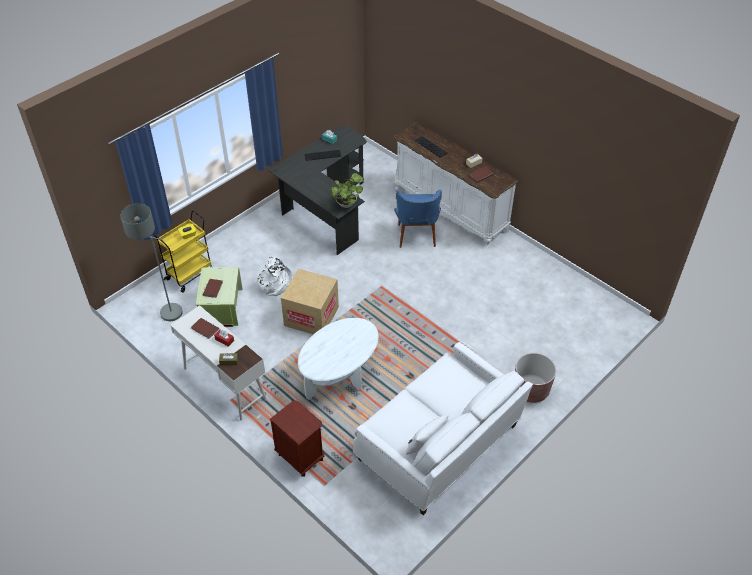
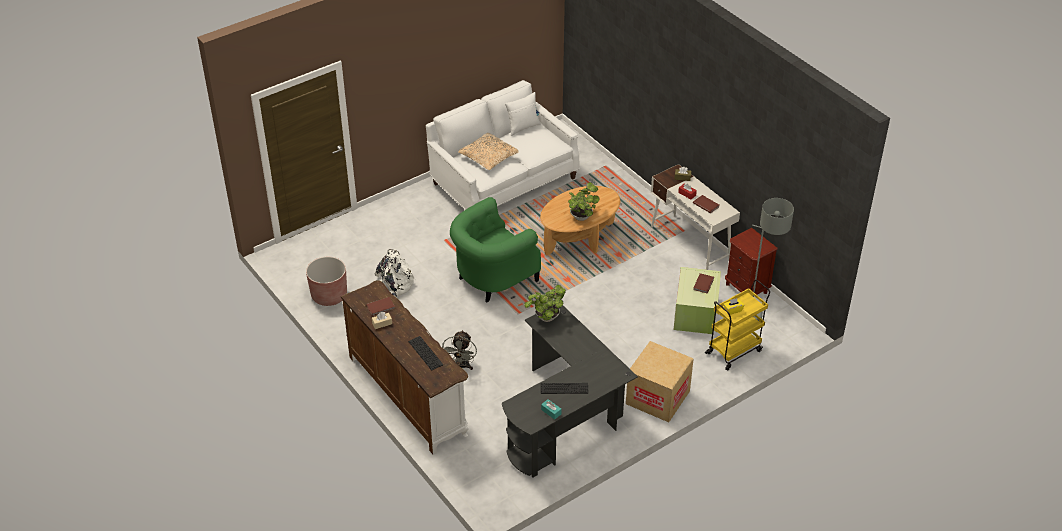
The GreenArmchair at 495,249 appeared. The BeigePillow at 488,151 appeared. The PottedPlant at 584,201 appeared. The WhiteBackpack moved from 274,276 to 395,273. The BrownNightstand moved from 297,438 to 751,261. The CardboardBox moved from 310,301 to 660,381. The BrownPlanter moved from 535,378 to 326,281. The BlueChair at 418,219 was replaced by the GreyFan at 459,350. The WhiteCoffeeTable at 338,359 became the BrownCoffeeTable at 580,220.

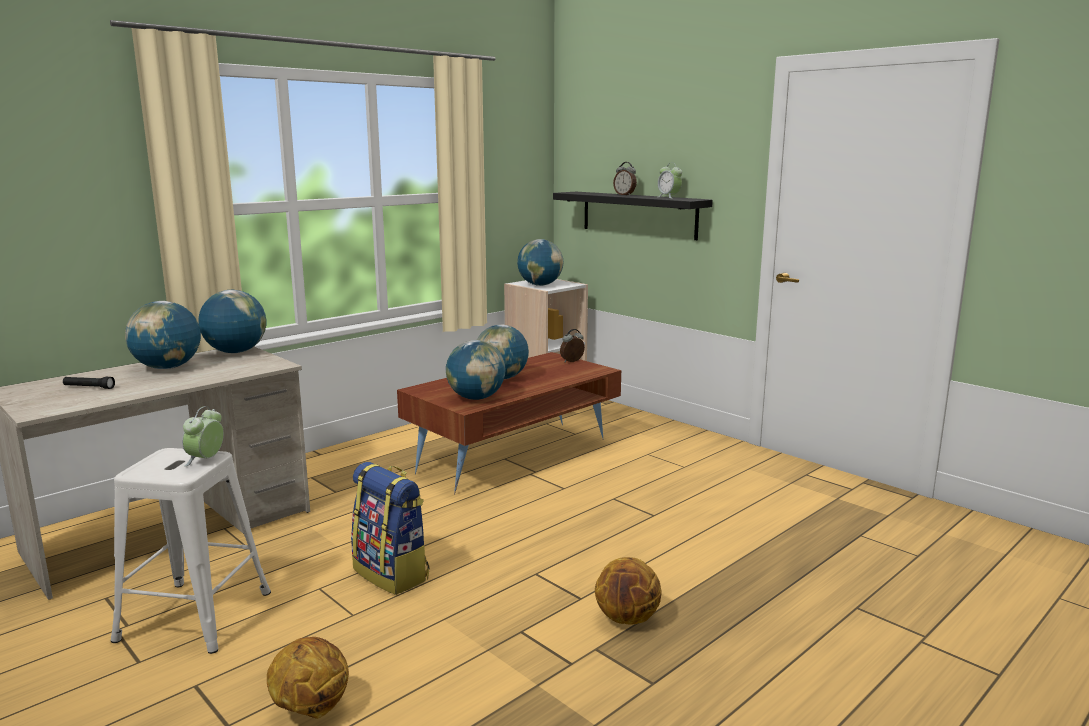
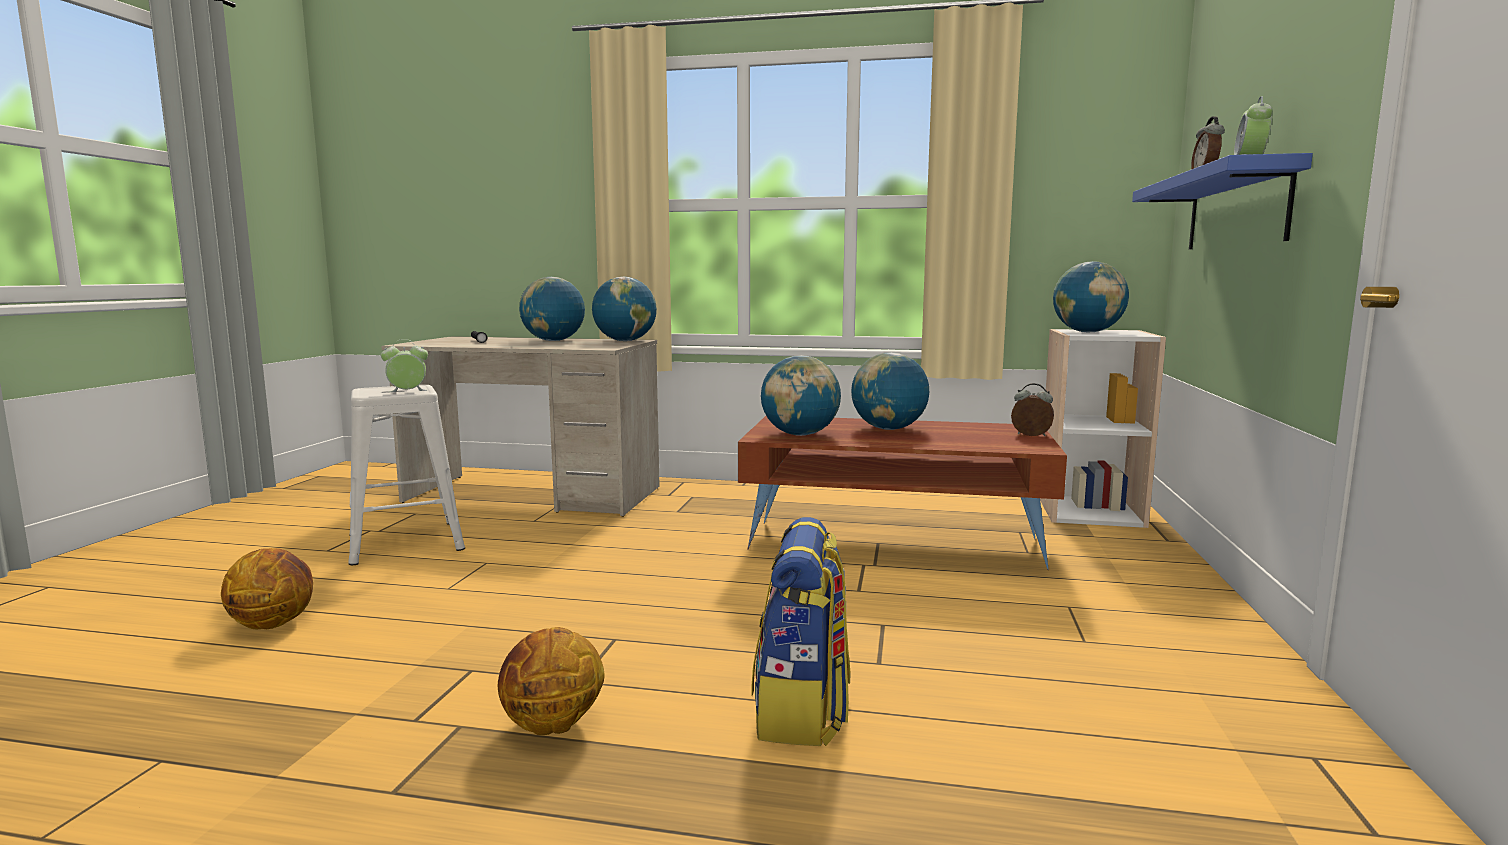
The Backpack moved from 390,528 to 801,631. The BlackShelf at 633,216 became the BlueShelf at 1222,201.

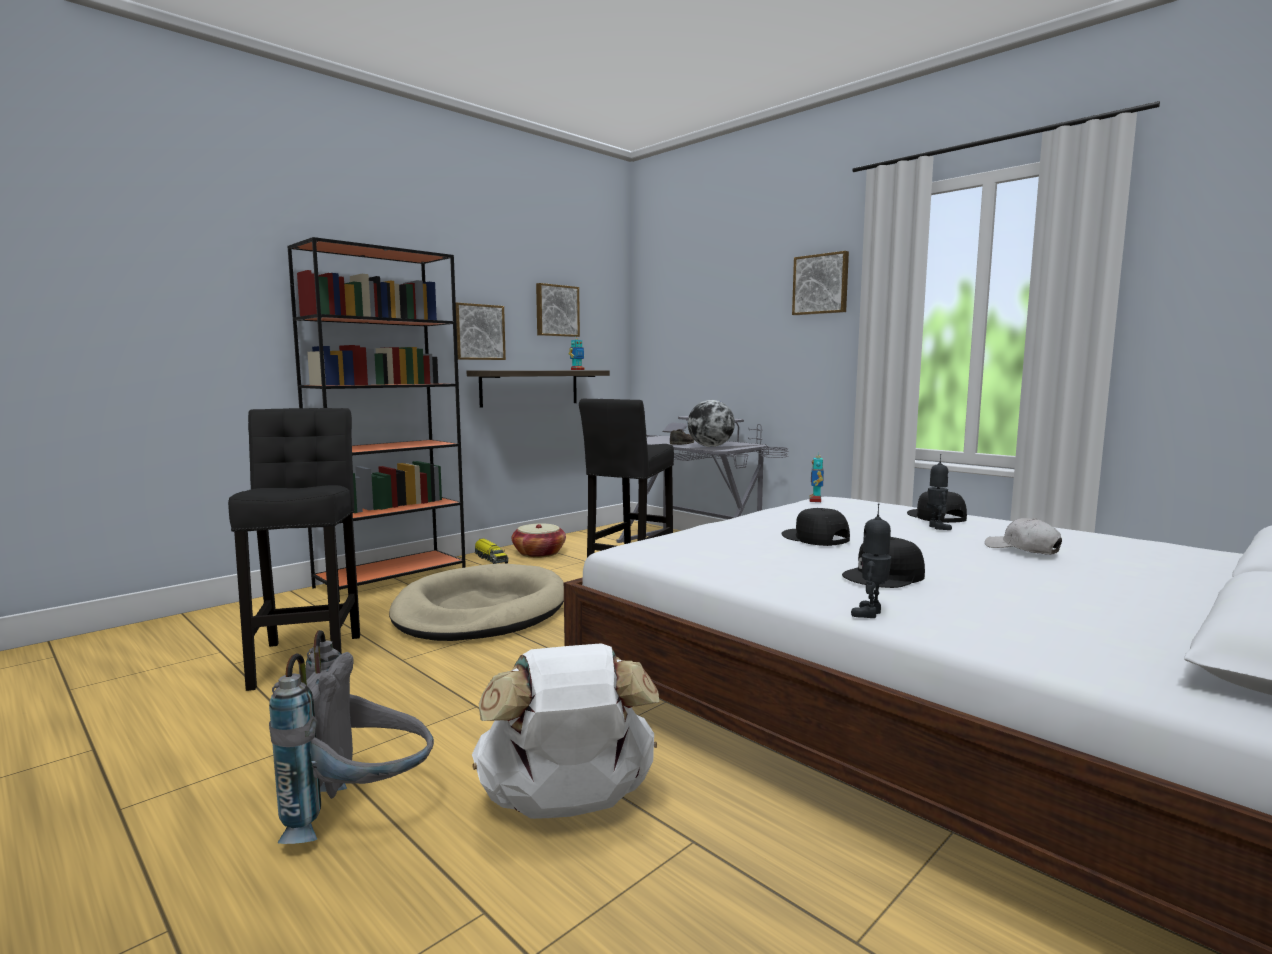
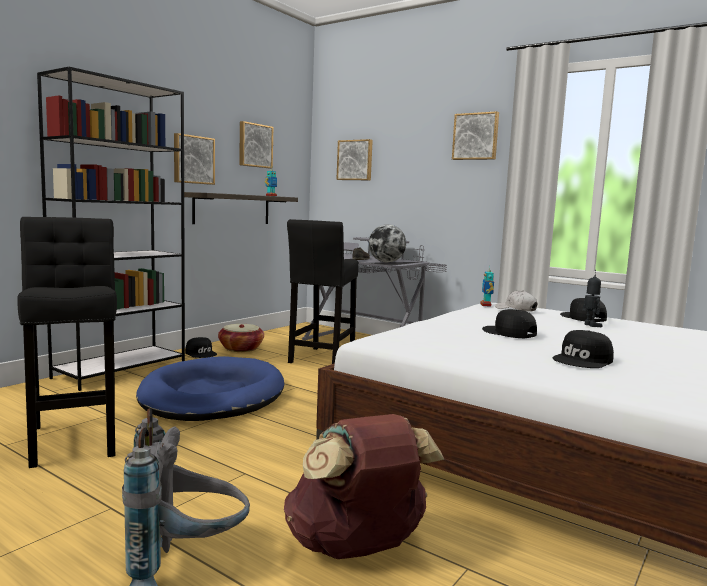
The ToyRobot at 871,560 disappeared. The Picture at 354,159 appeared. The WhiteCap moved from 1023,536 to 516,301. The ToyTruck at 492,551 was replaced by the BlackCap at 201,347. The OrangeBookcase at 376,419 became the WhiteBookcase at 111,229. The BeigeDogBed at 476,602 became the BlueDogBed at 210,388. The WhiteBackpack at 565,731 became the BrownBackpack at 364,486.

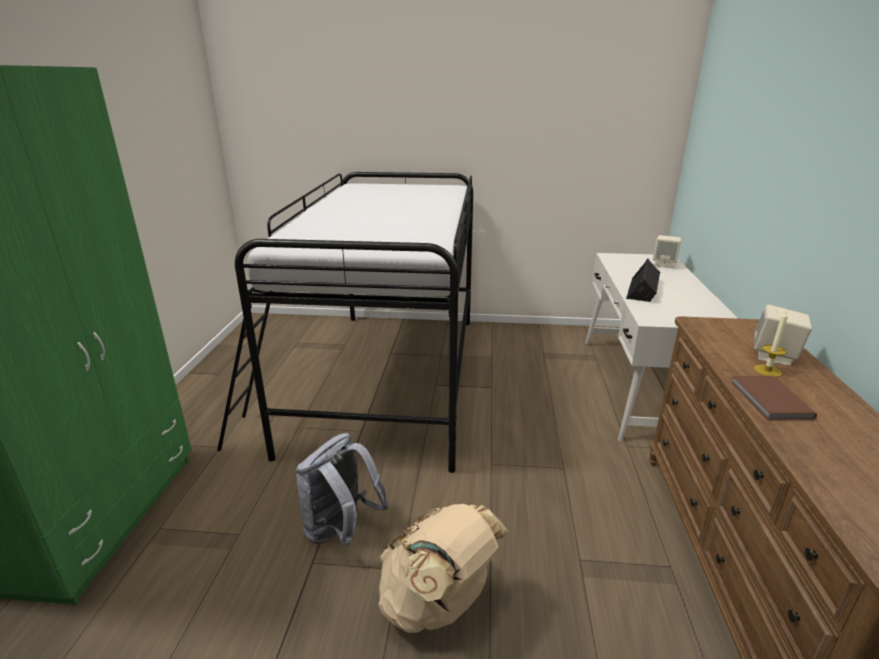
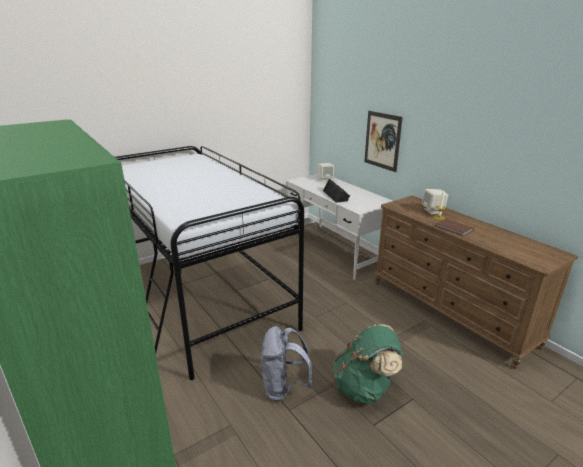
The Picture at 383,141 appeared. The BeigeBackpack at 444,568 became the GreenBackpack at 368,363.

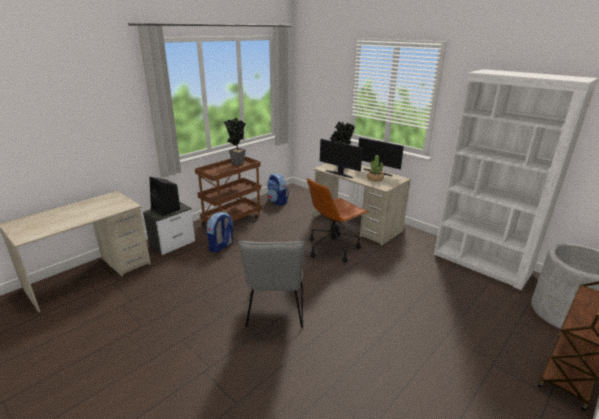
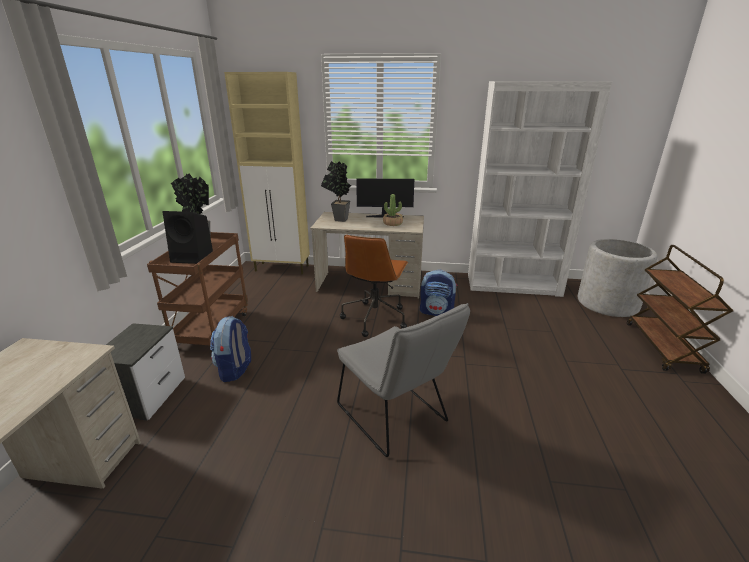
The Monitor at 341,158 disappeared. The BeigeCabinet at 267,173 appeared. The BlackSpeaker moved from 164,196 to 188,237. The Backpack moved from 278,189 to 438,293.

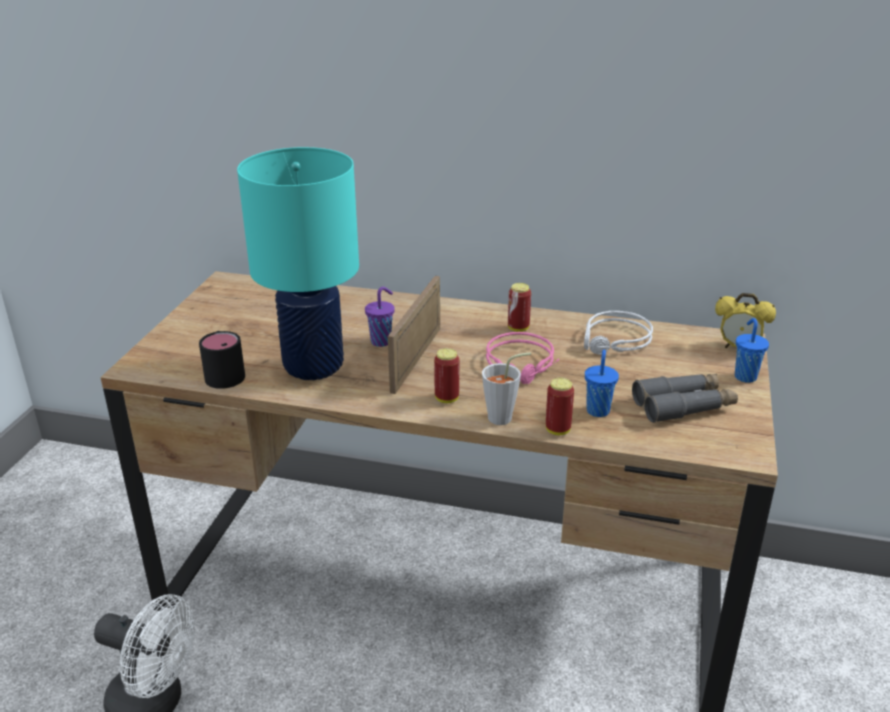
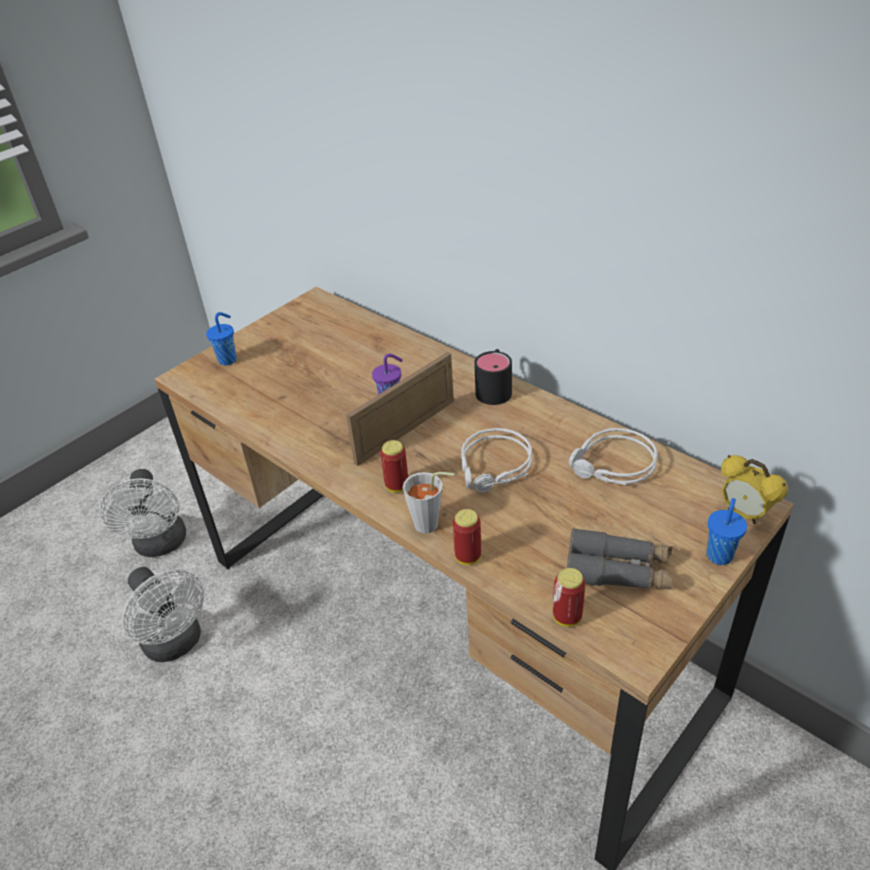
The TurquoiseTableLamp at 298,263 disappeared. The WhiteFan at 143,513 appeared. The BlackMug moved from 222,360 to 493,377. The Can moved from 519,307 to 569,597. The BlueCup moved from 602,383 to 221,338. The PinkHeadphones at 522,358 became the GreyHeadphones at 496,460.

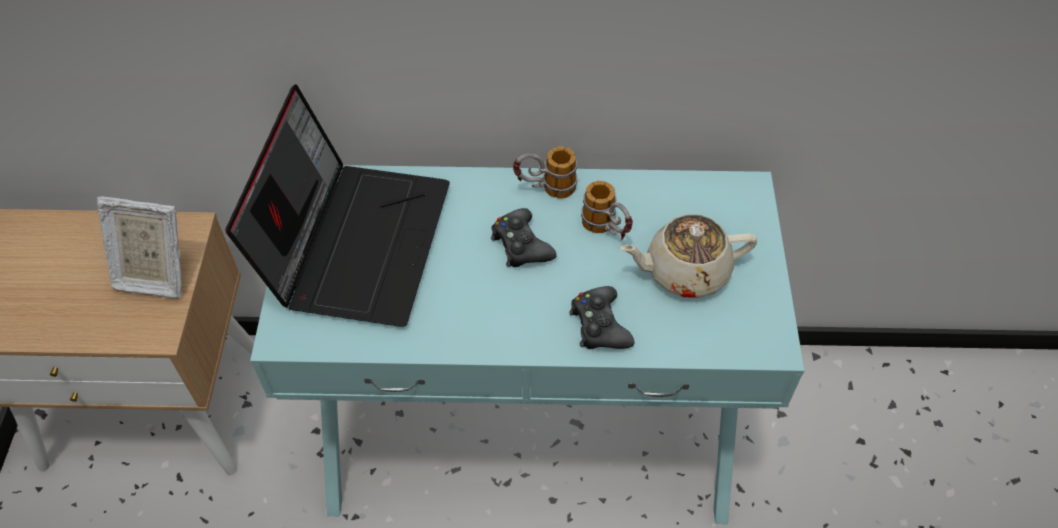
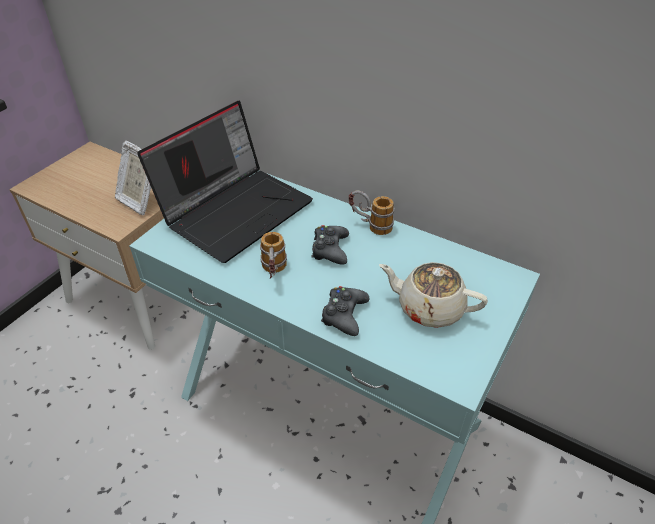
The Mug moved from 607,210 to 273,255.

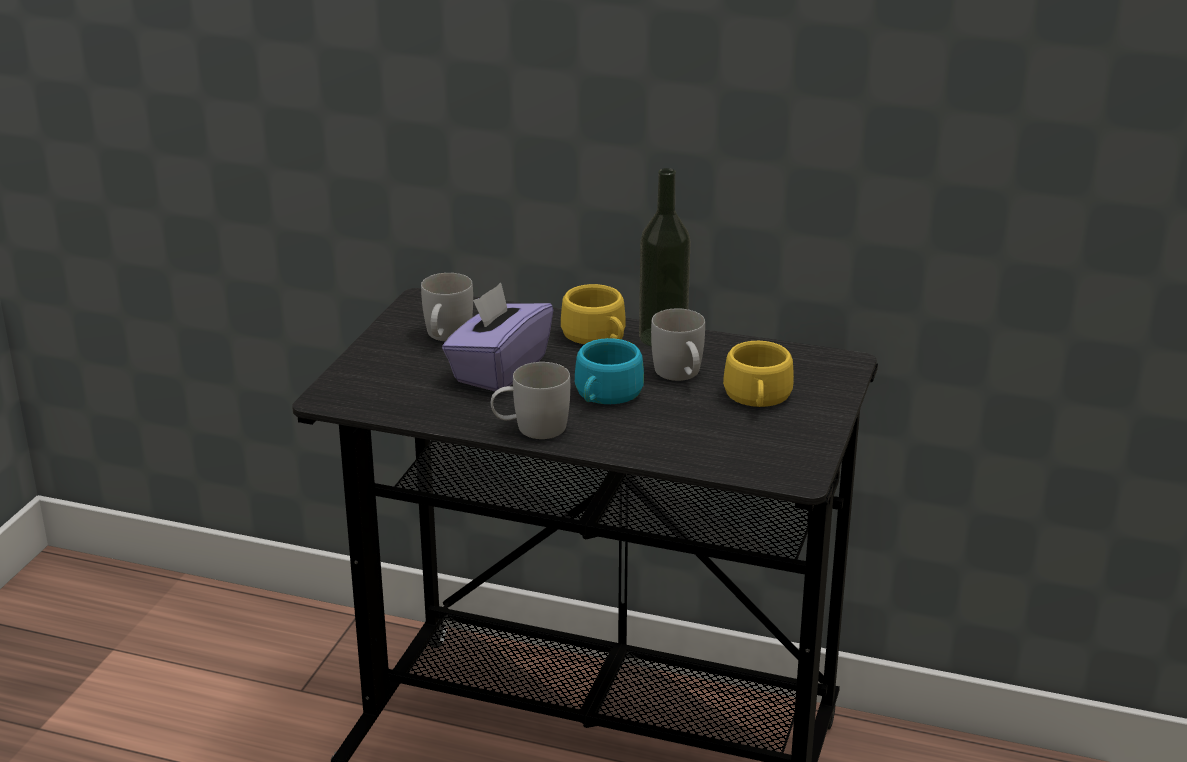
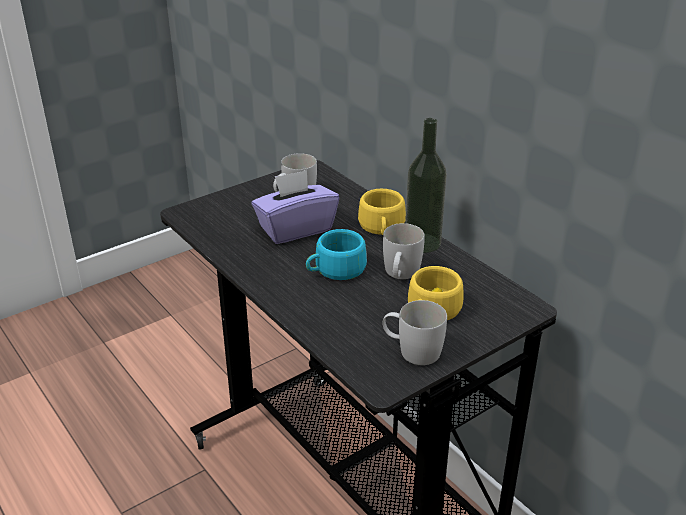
The WhiteMug moved from 530,400 to 414,332.

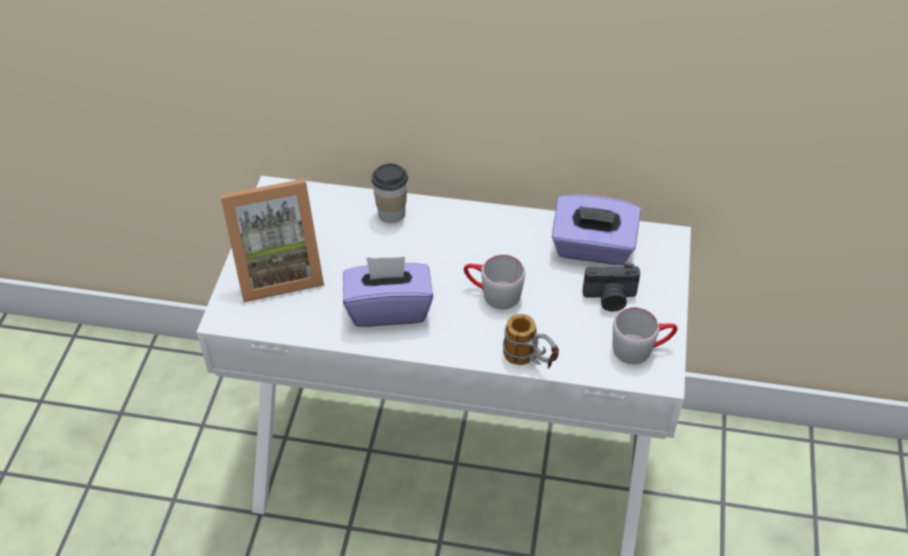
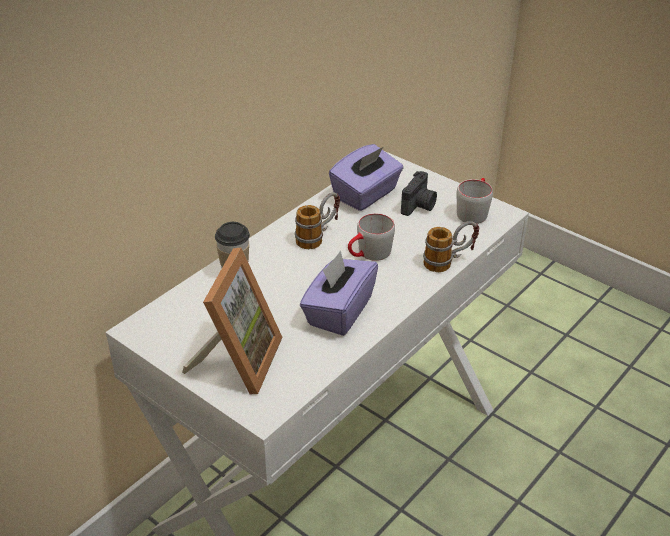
The Mug at 317,220 appeared.

